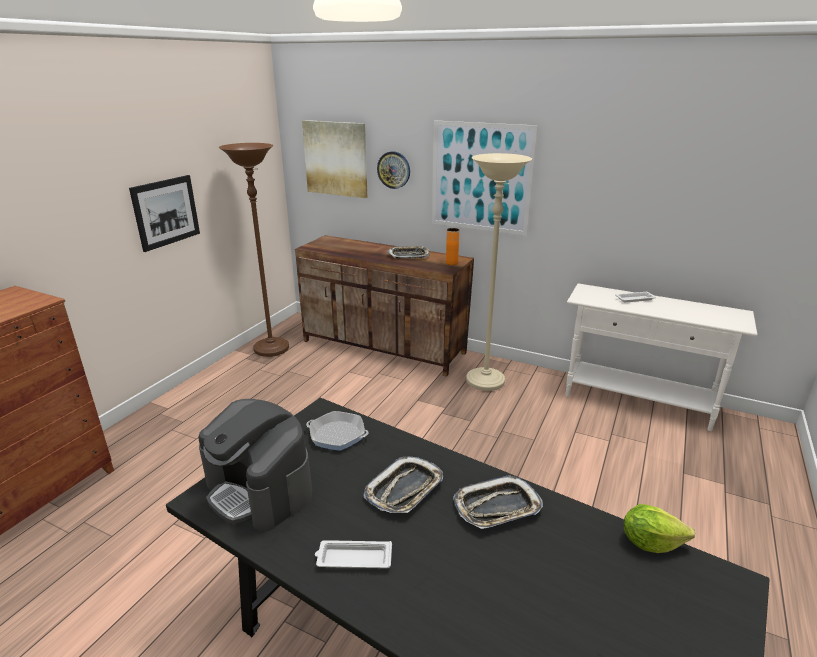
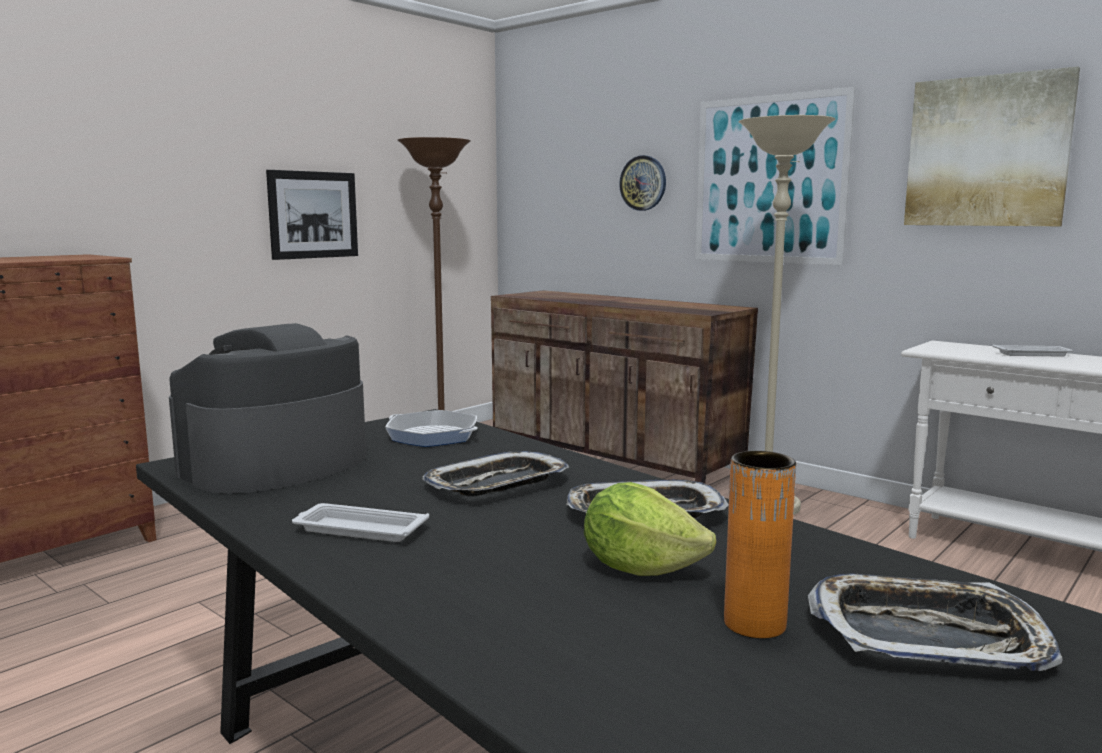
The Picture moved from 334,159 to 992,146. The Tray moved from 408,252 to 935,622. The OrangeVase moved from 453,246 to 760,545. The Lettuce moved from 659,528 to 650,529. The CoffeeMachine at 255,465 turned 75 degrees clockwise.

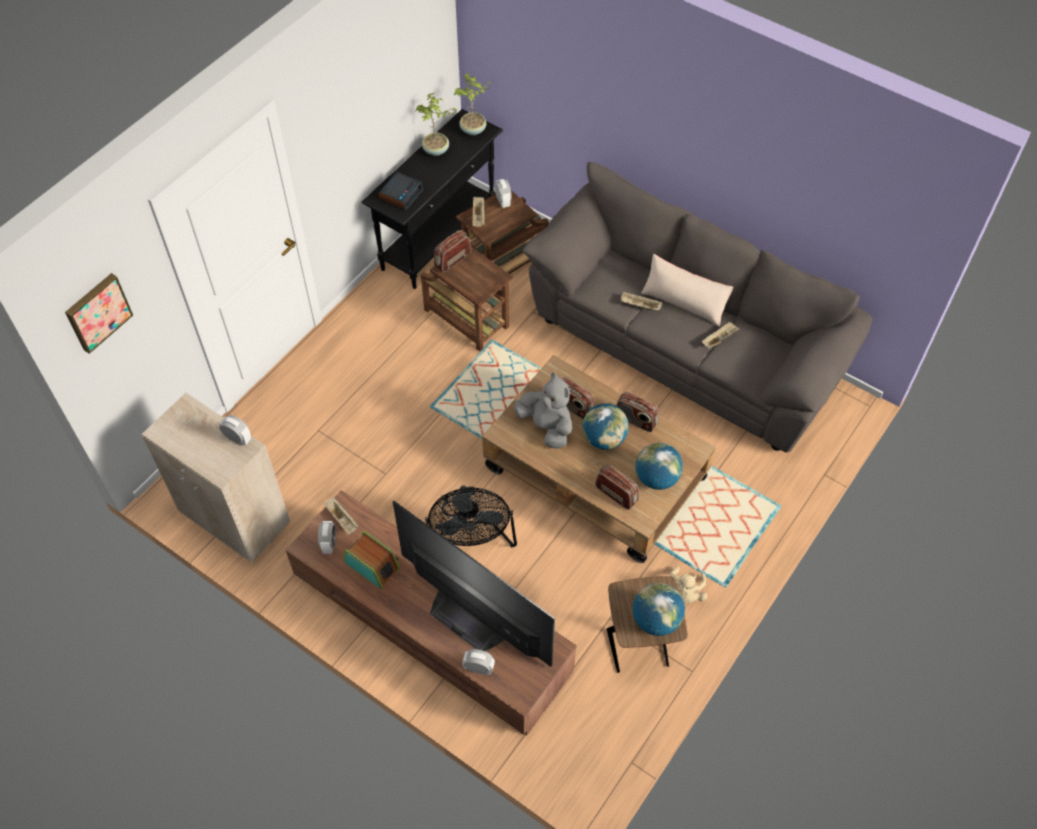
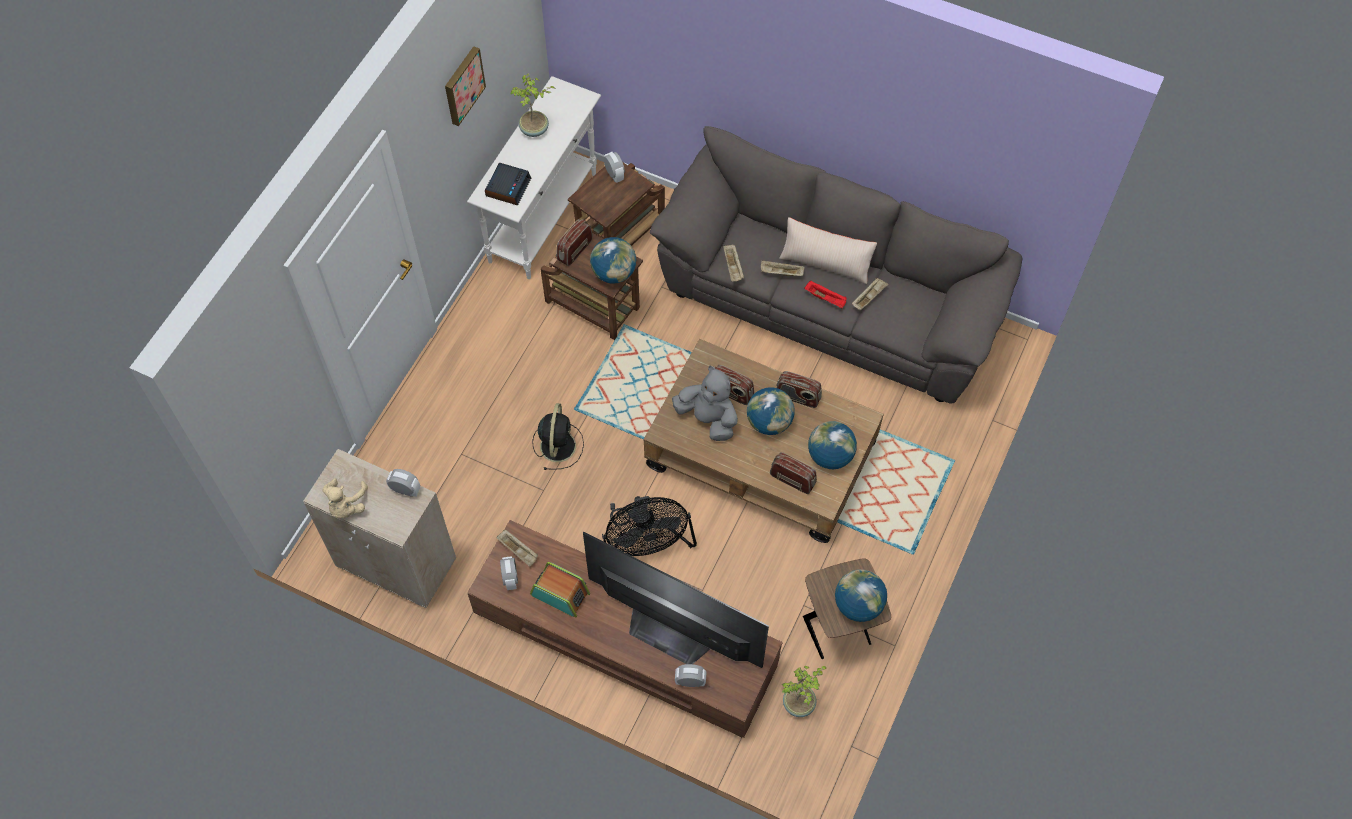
The BlackFan at 558,436 appeared. The Globe at 613,260 appeared. The RedTray at 825,294 appeared. The Picture moved from 99,313 to 465,86. The PottedPlant moved from 472,103 to 804,691. The BeigeTray moved from 478,212 to 733,262. The BeigePlushToy moved from 689,584 to 345,498. The BlackConsoleTable at 432,199 became the WhiteConsoleTable at 534,177.

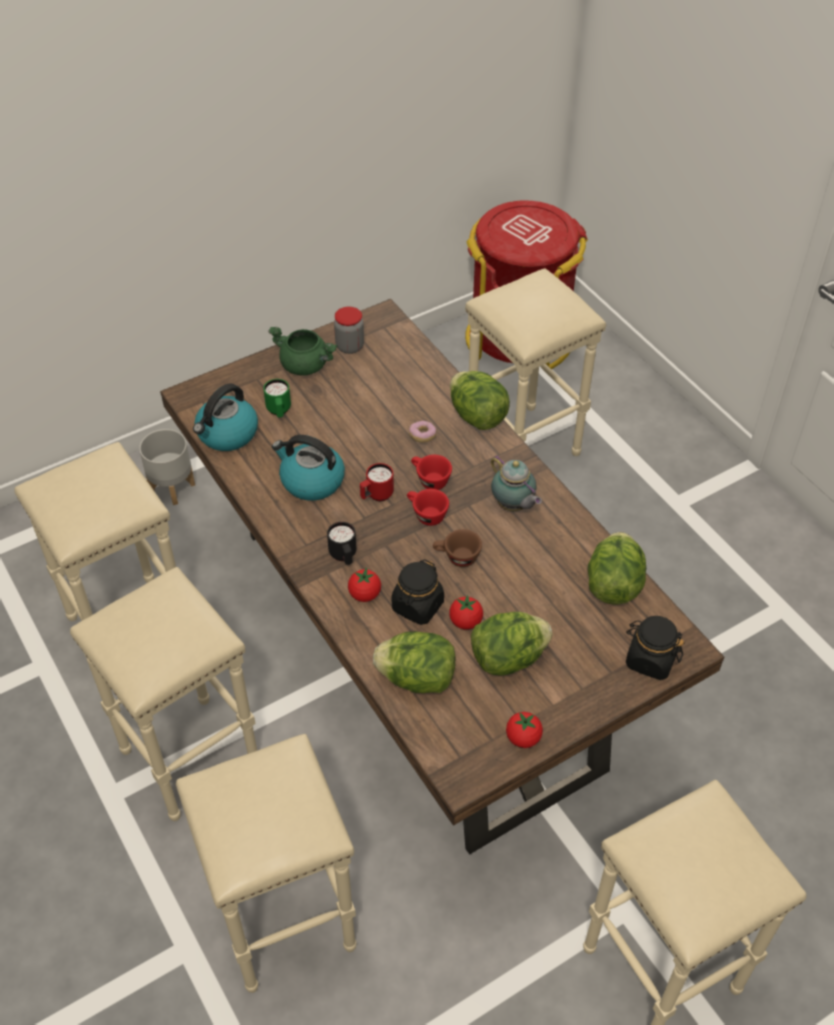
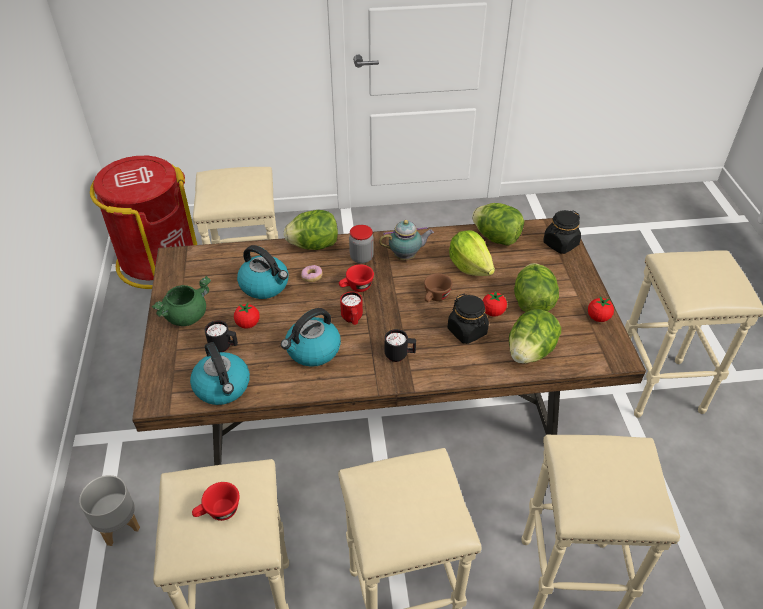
The Kettle at 263,272 appeared. The Lettuce at 472,253 appeared. The Jar moved from 349,330 to 361,244. The Tomato moved from 364,584 to 247,316. The RedCup moved from 428,507 to 215,501. The GreenMug at 277,398 became the BlackMug at 221,336.

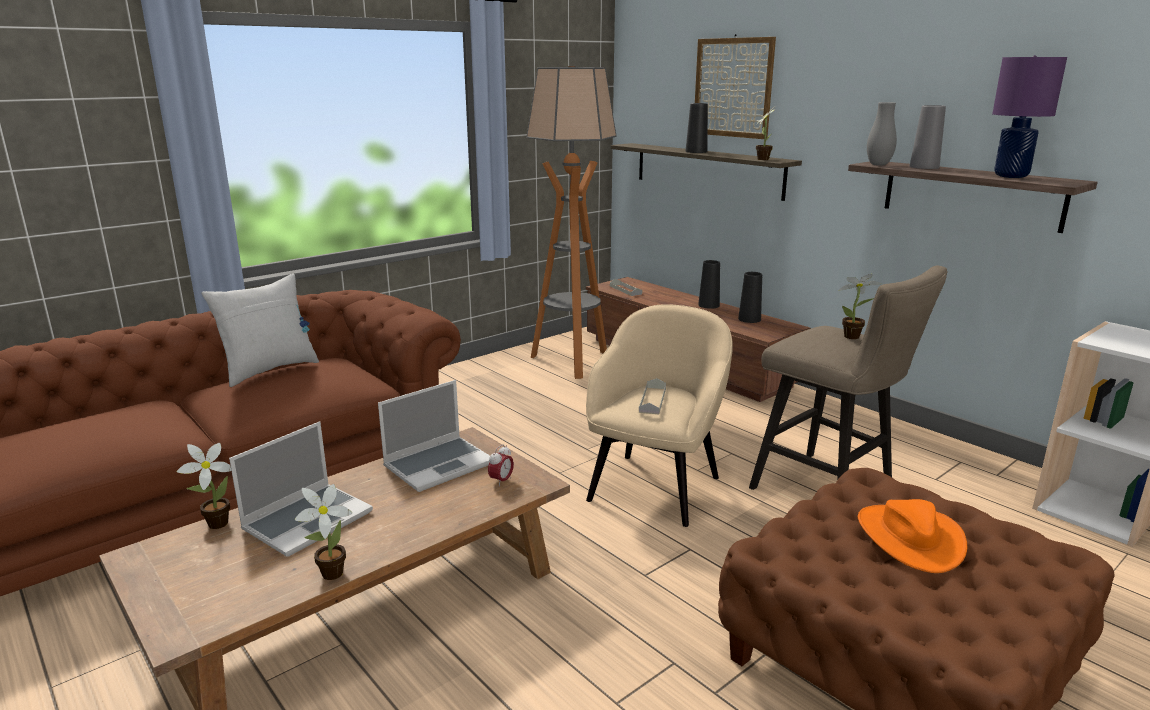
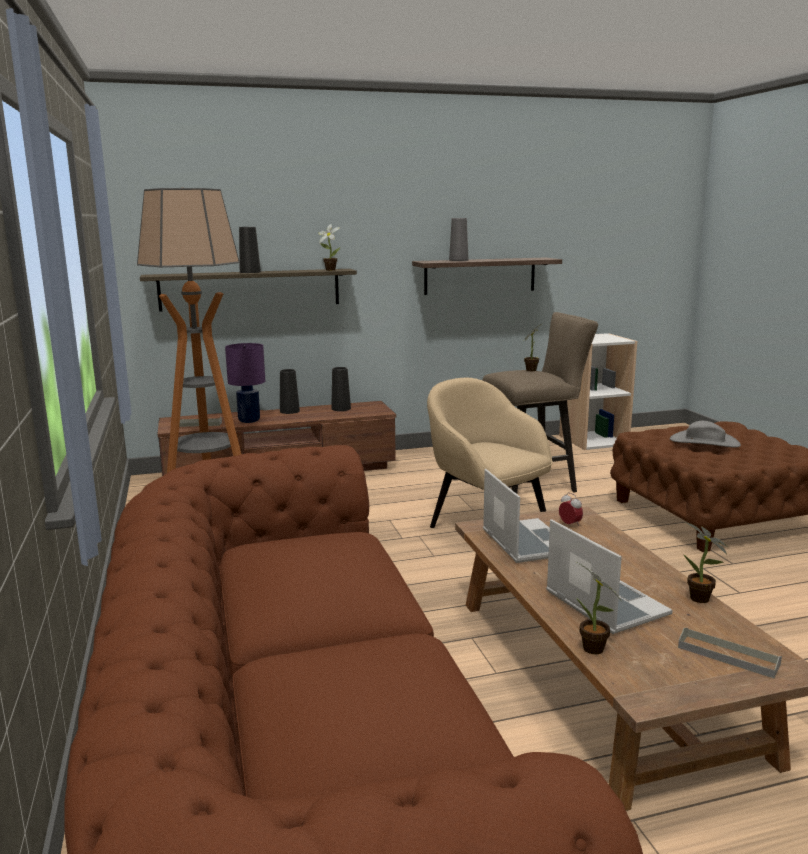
The GreyPillow at 260,330 disappeared. The Picture at 735,86 disappeared. The GreyVase at 882,134 disappeared. The GreyTray moved from 652,396 to 730,653. The PurpleTableLamp moved from 1029,116 to 245,383. The OrangeHat at 912,536 became the GreyHat at 705,434.

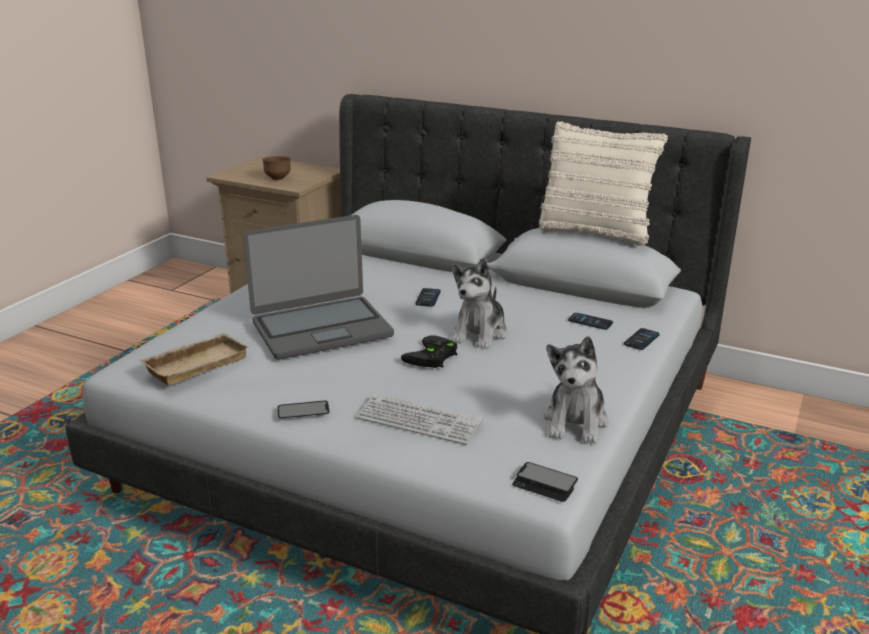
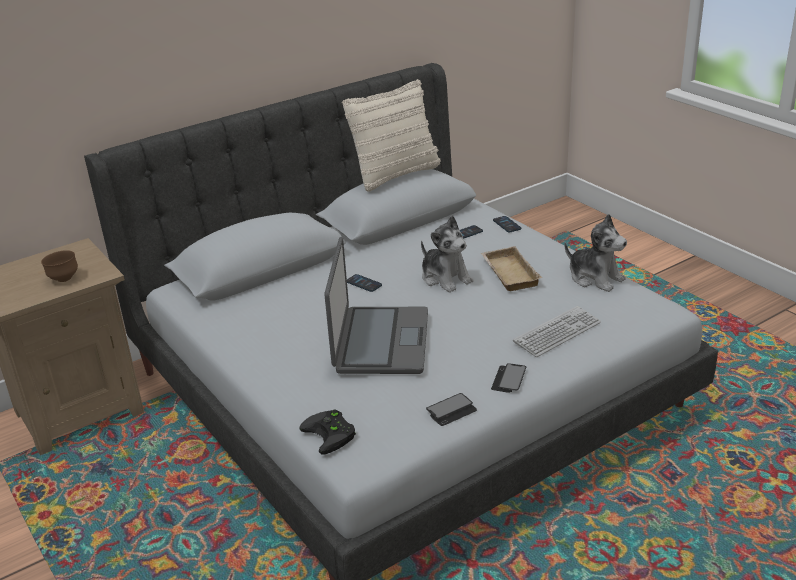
The BeigeTray moved from 194,359 to 512,268. The BlackGameController moved from 429,352 to 327,431. The Phone moved from 545,482 to 451,409.

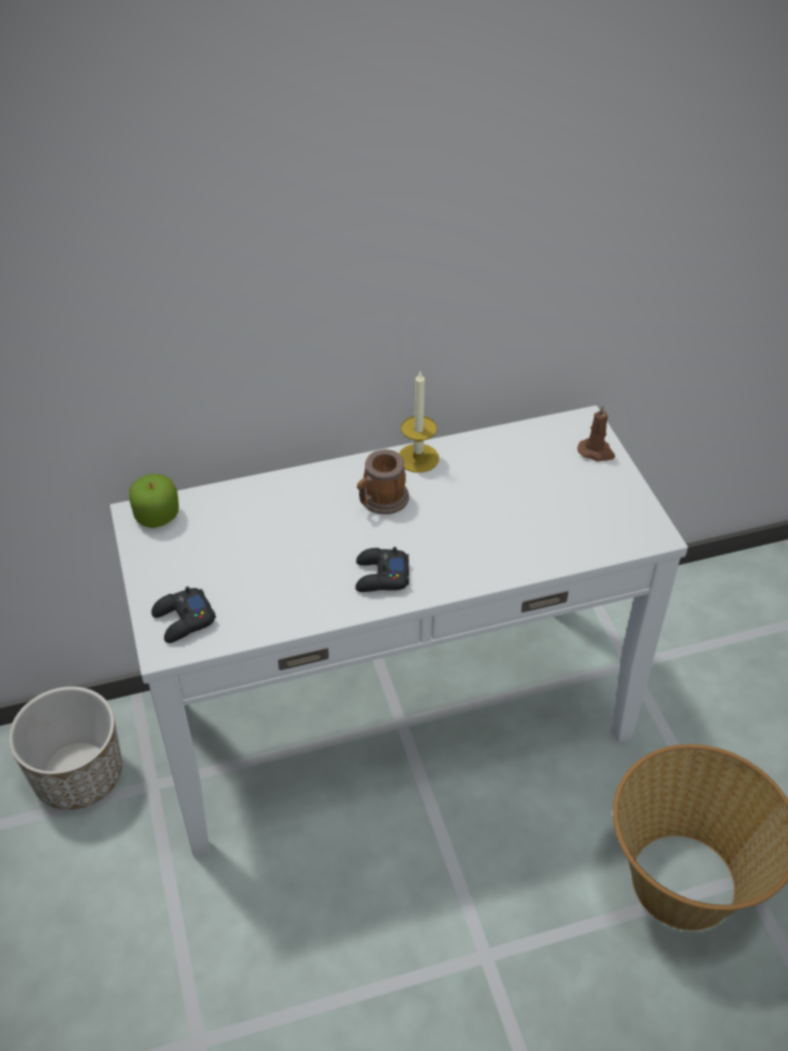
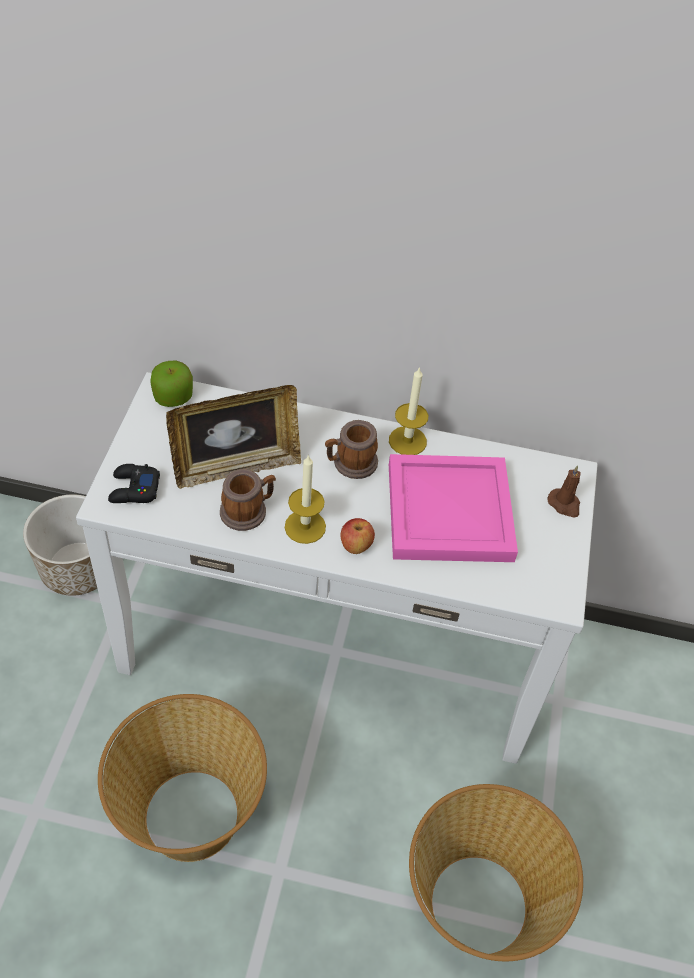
The Basket at 182,778 appeared. The PictureFrame at 233,437 appeared. The Mug at 248,500 appeared. The Apple at 358,536 appeared. The PinkTray at 453,508 appeared. The BlackGameController at 382,569 was replaced by the Candle at 305,499.

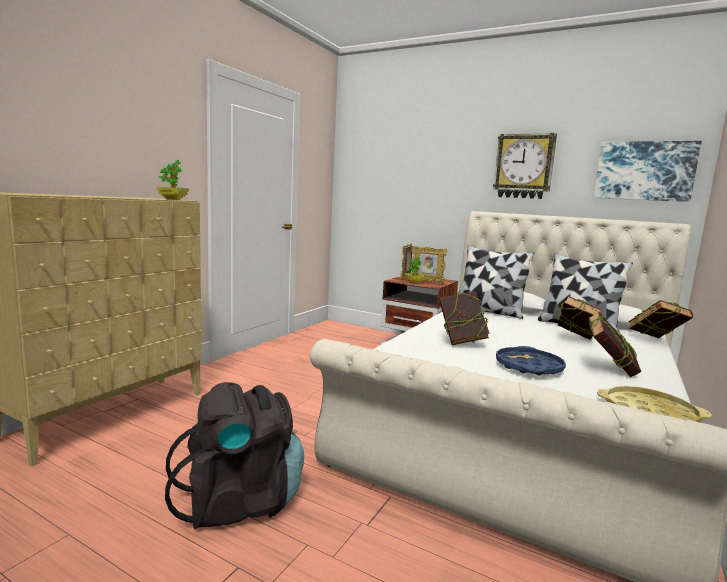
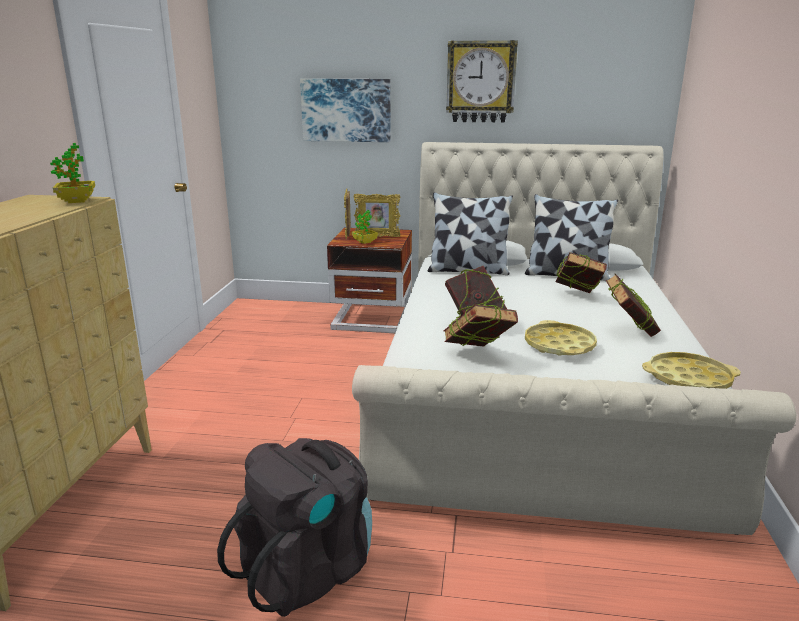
The Picture moved from 648,171 to 345,110. The Book moved from 661,319 to 481,325. The BlueTray at 531,360 became the YellowTray at 561,338.

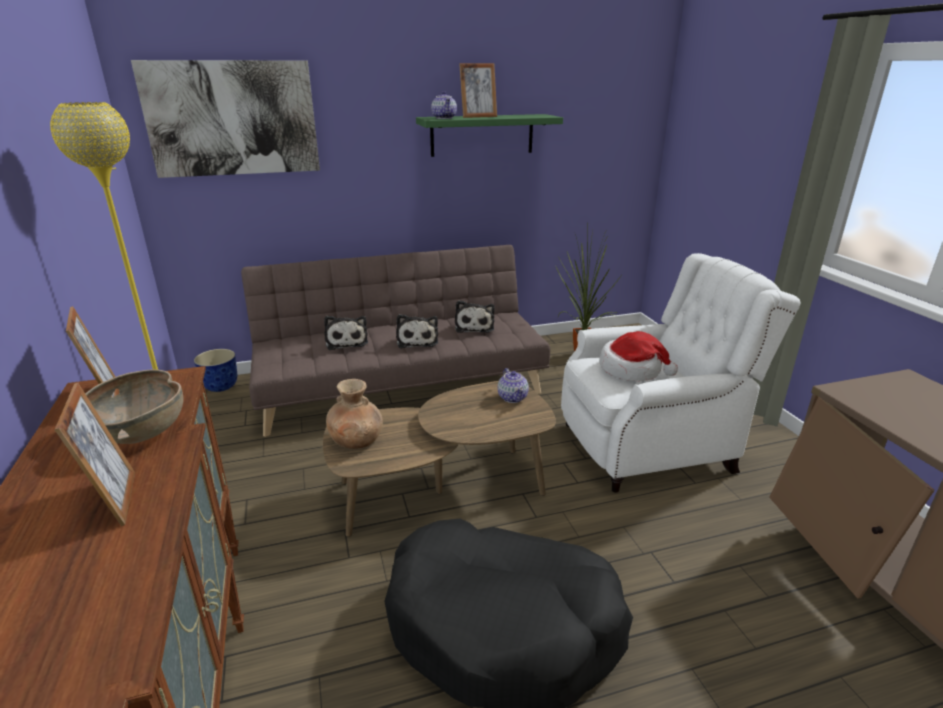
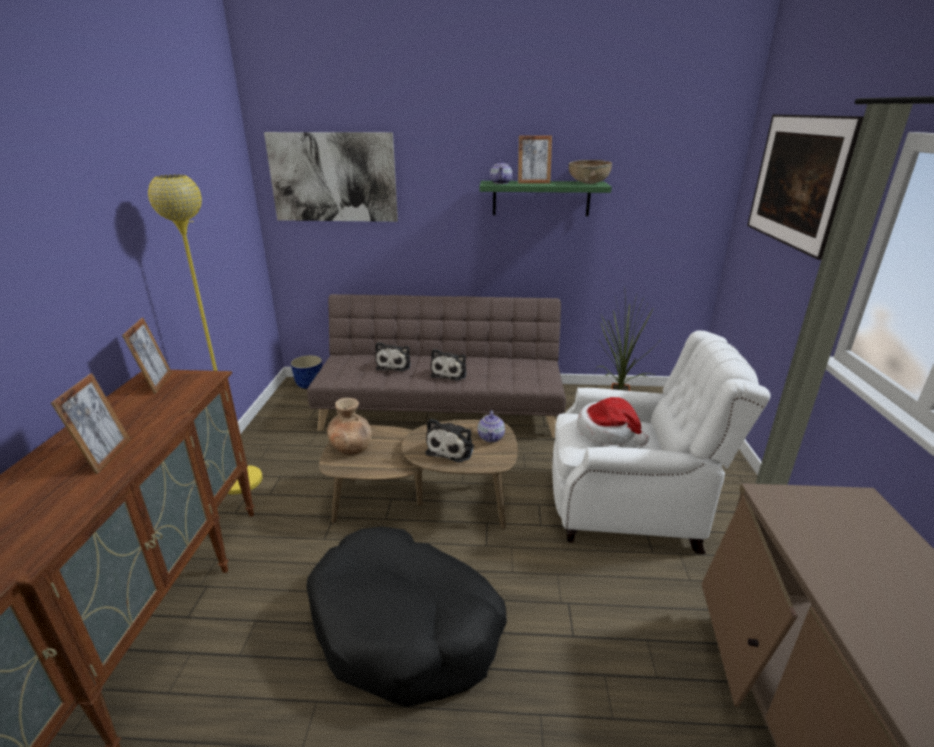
The Picture at 805,187 appeared. The BrownBowl moved from 134,406 to 590,172. The PlushToy moved from 475,316 to 449,440.

